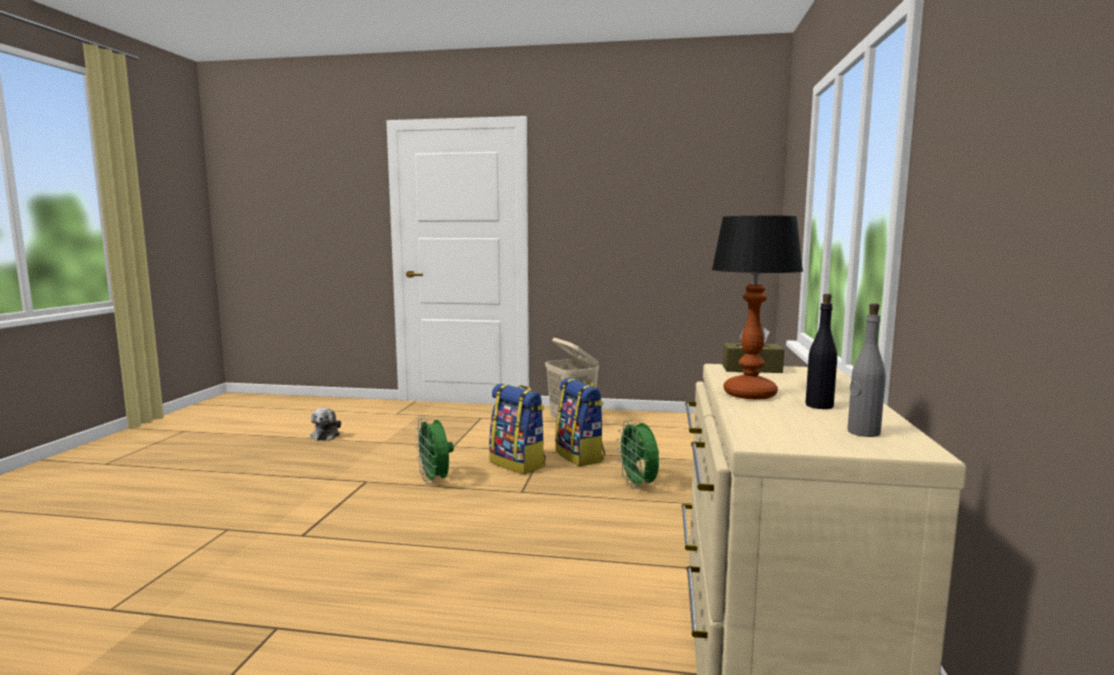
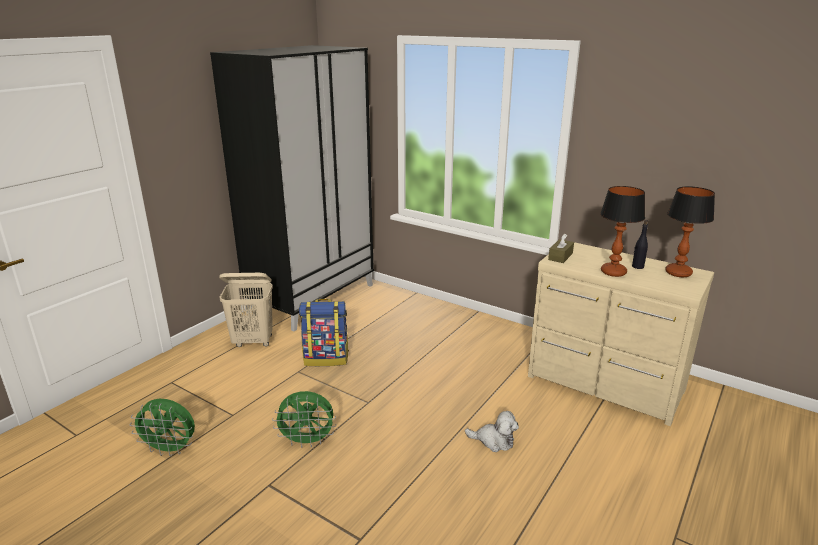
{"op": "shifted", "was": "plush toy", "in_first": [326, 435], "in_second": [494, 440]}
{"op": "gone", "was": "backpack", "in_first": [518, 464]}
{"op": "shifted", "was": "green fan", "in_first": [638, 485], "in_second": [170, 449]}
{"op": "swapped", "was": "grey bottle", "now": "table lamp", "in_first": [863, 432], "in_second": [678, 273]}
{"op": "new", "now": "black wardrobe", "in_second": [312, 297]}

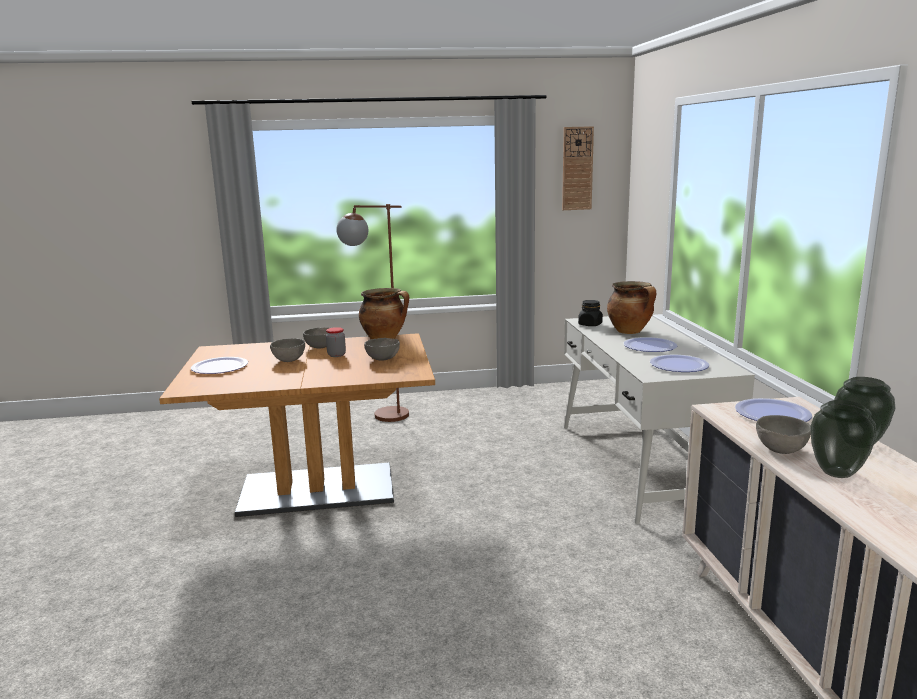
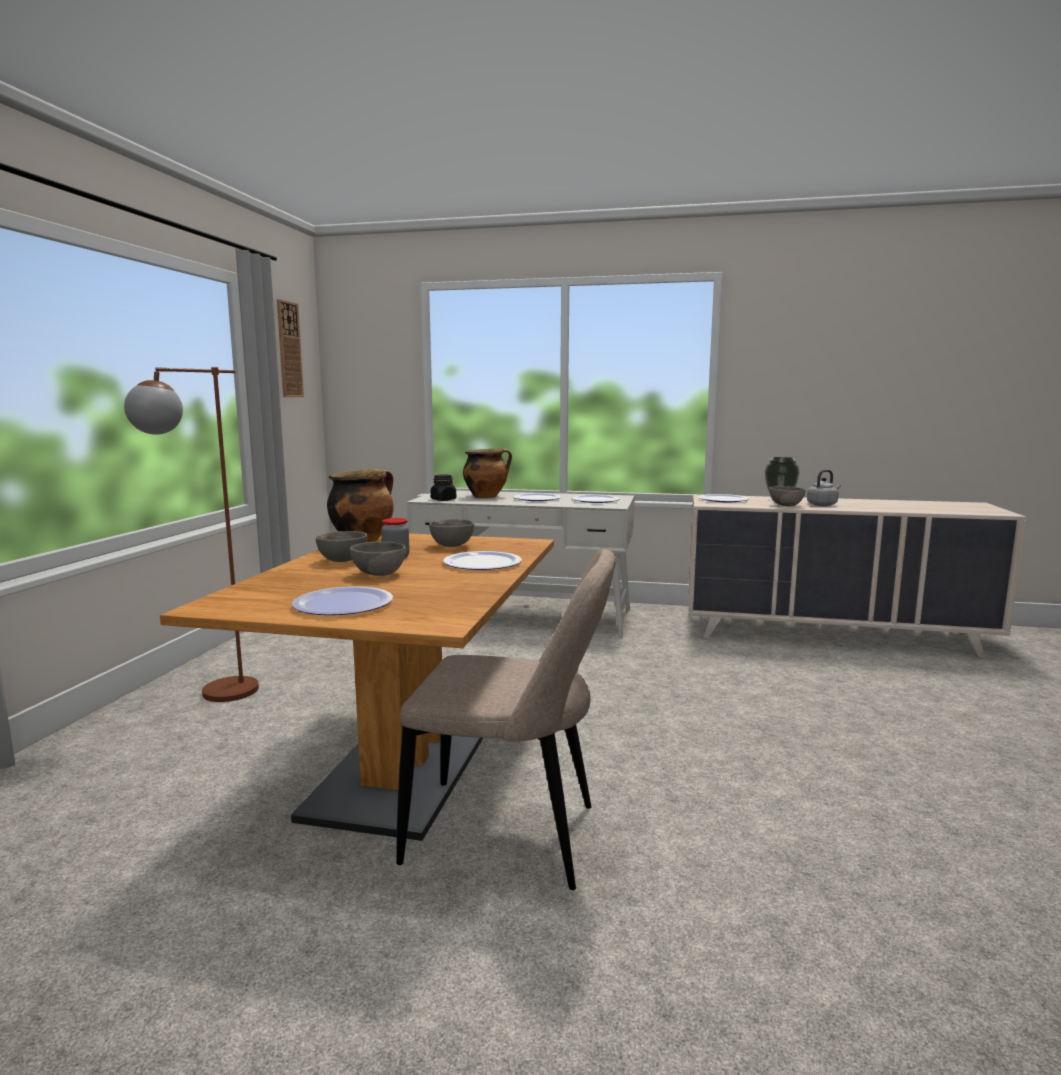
{"op": "swapped", "was": "vase", "now": "grey kettle", "in_first": [838, 473], "in_second": [823, 505]}
{"op": "new", "now": "beige chair", "in_second": [511, 836]}
{"op": "new", "now": "plate", "in_second": [482, 563]}

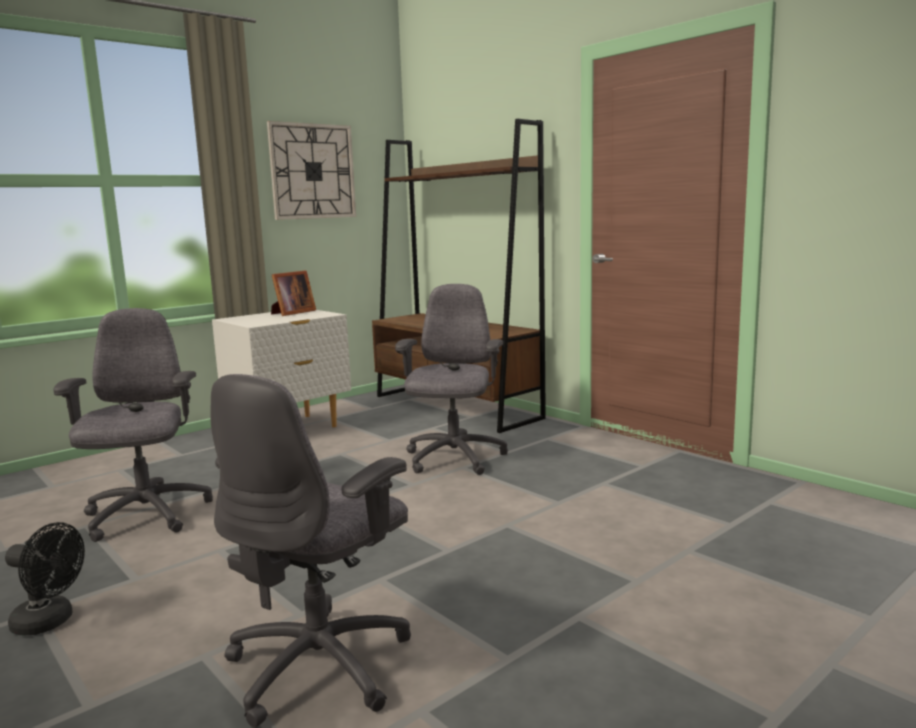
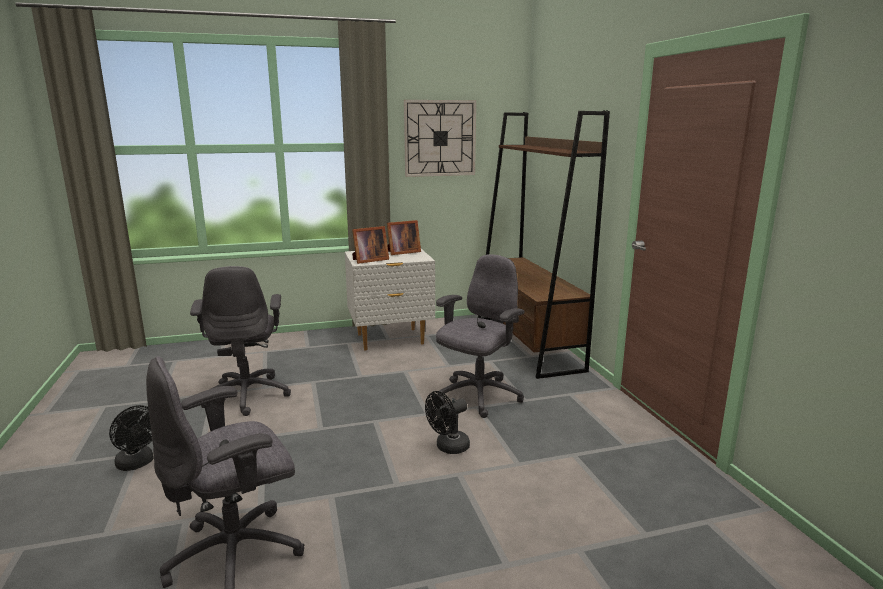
{"op": "rotated", "was": "grey office chair", "in_first": [146, 516], "in_second": [247, 395], "clockwise": 150}
{"op": "new", "now": "picture frame", "in_second": [369, 260]}
{"op": "new", "now": "black fan", "in_second": [448, 447]}

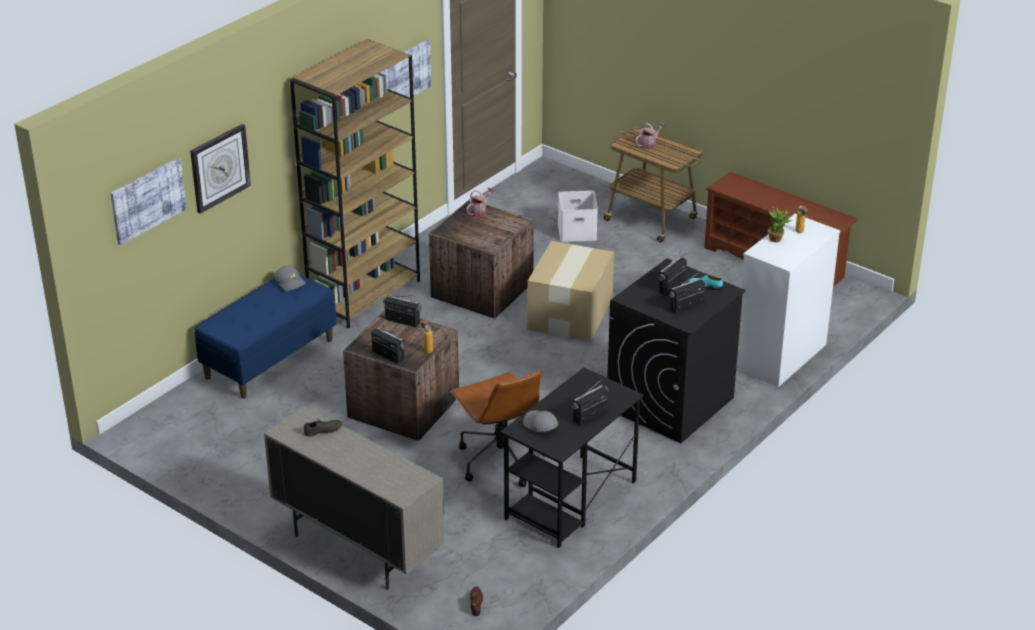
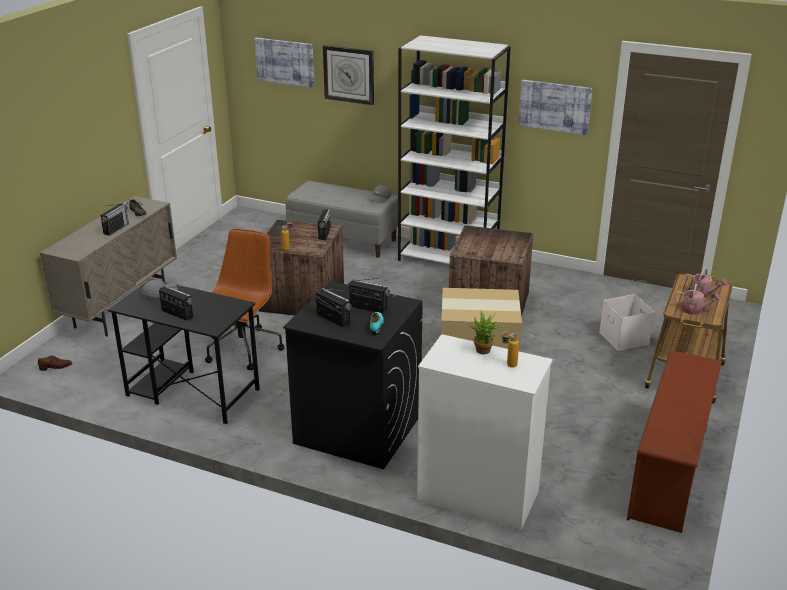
{"op": "repainted", "was": "blue bench", "now": "grey bench", "in_first": [269, 358], "in_second": [344, 240]}
{"op": "repainted", "was": "brown bookcase", "now": "white bookcase", "in_first": [364, 294], "in_second": [448, 259]}
{"op": "shifted", "was": "radio", "in_first": [388, 356], "in_second": [116, 229]}
{"op": "rotated", "was": "brown office chair", "in_first": [499, 460], "in_second": [242, 350], "clockwise": 150}
{"op": "shifted", "was": "watering can", "in_first": [479, 211], "in_second": [694, 310]}

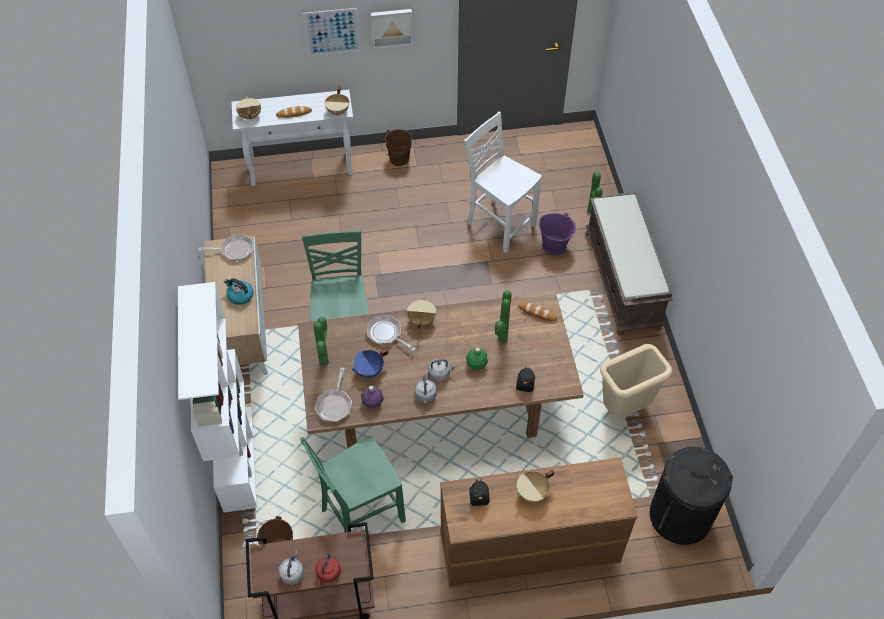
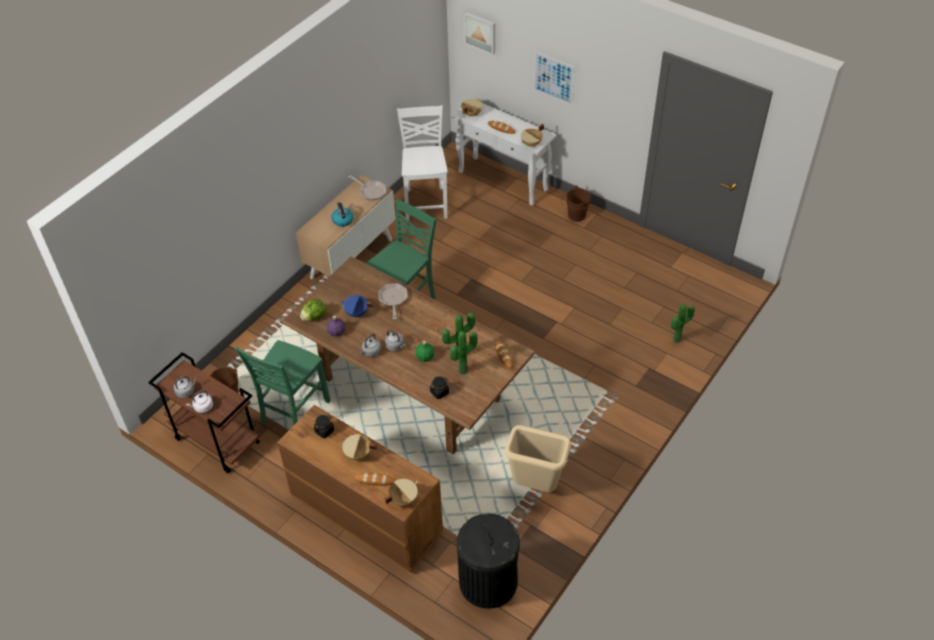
{"op": "gone", "was": "white bookcase", "in_first": [237, 457]}
{"op": "rotated", "was": "green chair", "in_first": [360, 514], "in_second": [293, 413], "clockwise": -75}
{"op": "shifted", "was": "potted plant", "in_first": [326, 362], "in_second": [464, 372]}
{"op": "swapped", "was": "frying pan", "now": "lettuce", "in_first": [334, 404], "in_second": [314, 317]}
{"op": "repainted", "was": "red kettle", "now": "white kettle", "in_first": [328, 574], "in_second": [202, 407]}
{"op": "shifted", "was": "picture", "in_first": [391, 27], "in_second": [480, 32]}
{"op": "shifted", "was": "beige cooking pot", "in_first": [421, 320], "in_second": [403, 499]}
{"op": "shifted", "was": "white chair", "in_first": [499, 224], "in_second": [426, 203]}
{"op": "gone", "was": "purple bucket", "in_first": [554, 245]}
{"op": "gone", "was": "brown bench", "in_first": [623, 280]}
{"op": "new", "now": "bread", "in_second": [375, 480]}

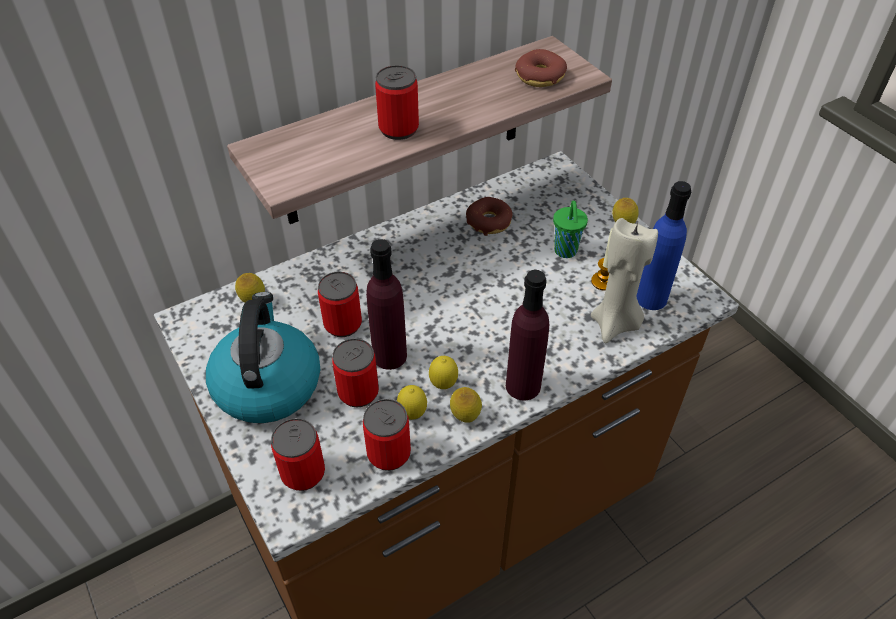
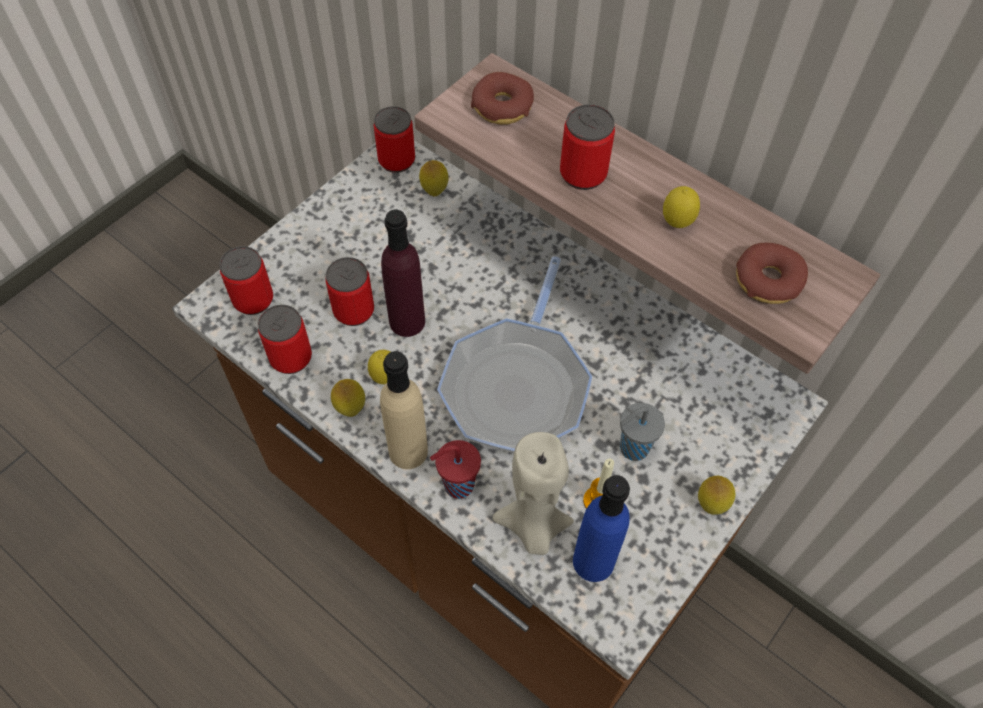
{"op": "gone", "was": "kettle", "in_first": [267, 384]}
{"op": "shifted", "was": "can", "in_first": [343, 324], "in_second": [396, 160]}
{"op": "shifted", "was": "lemon", "in_first": [412, 415], "in_second": [676, 224]}
{"op": "shifted", "was": "donut", "in_first": [489, 222], "in_second": [502, 106]}
{"op": "repainted", "was": "purple bottle", "now": "beige bottle", "in_first": [523, 386], "in_second": [408, 451]}
{"op": "repainted", "was": "green cup", "now": "grey cup", "in_first": [565, 252], "in_second": [632, 449]}
{"op": "new", "now": "red cup", "in_second": [456, 485]}
{"op": "new", "now": "frying pan", "in_second": [517, 385]}

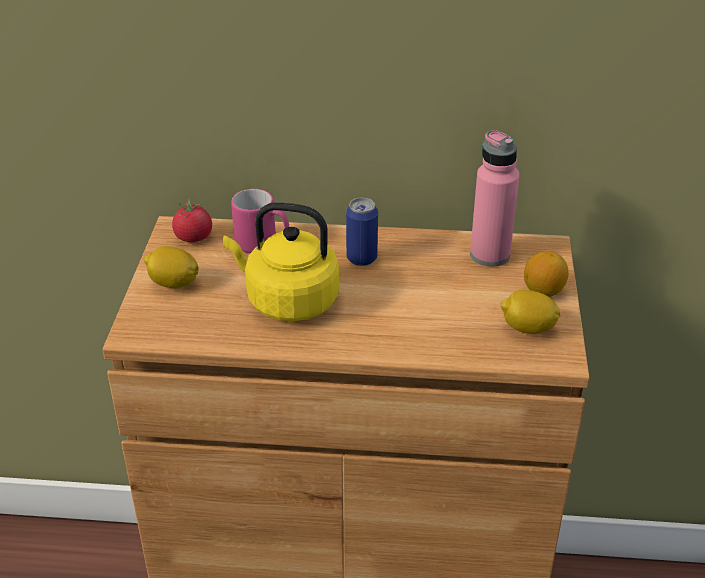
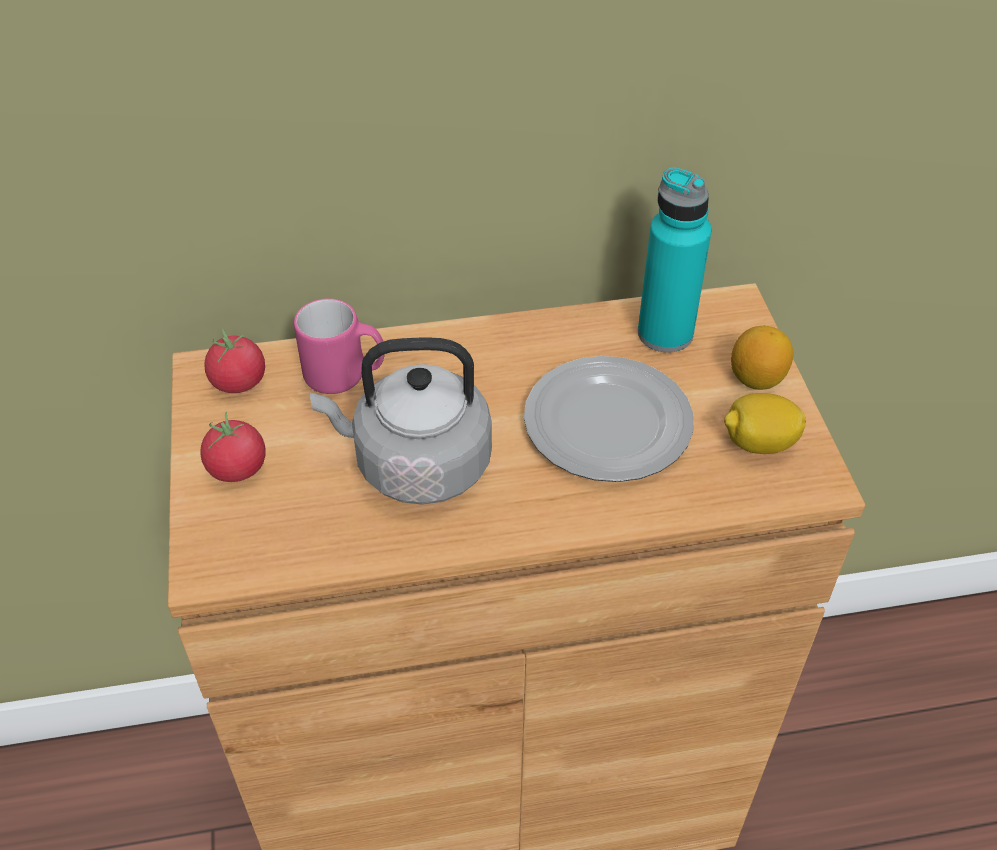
{"op": "swapped", "was": "lemon", "now": "tomato", "in_first": [173, 284], "in_second": [237, 468]}
{"op": "repainted", "was": "yellow kettle", "now": "grey kettle", "in_first": [287, 301], "in_second": [415, 465]}
{"op": "gone", "was": "can", "in_first": [361, 258]}
{"op": "repainted", "was": "pink bottle", "now": "turquoise bottle", "in_first": [489, 255], "in_second": [665, 333]}
{"op": "new", "now": "plate", "in_second": [606, 424]}

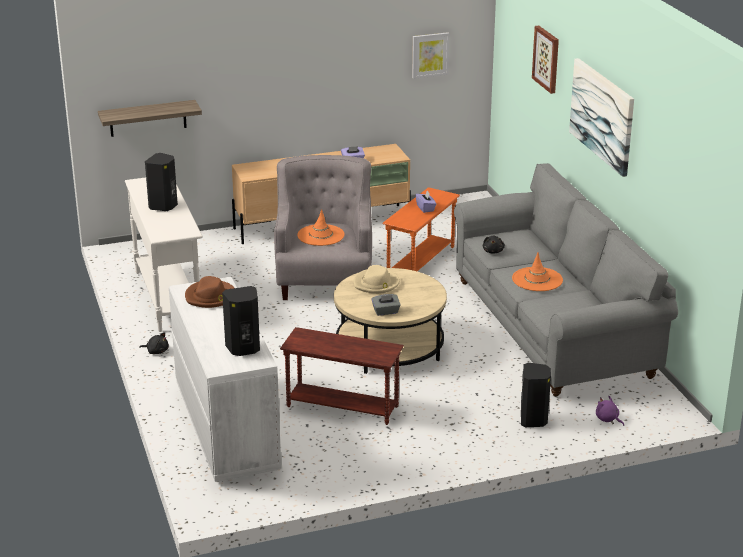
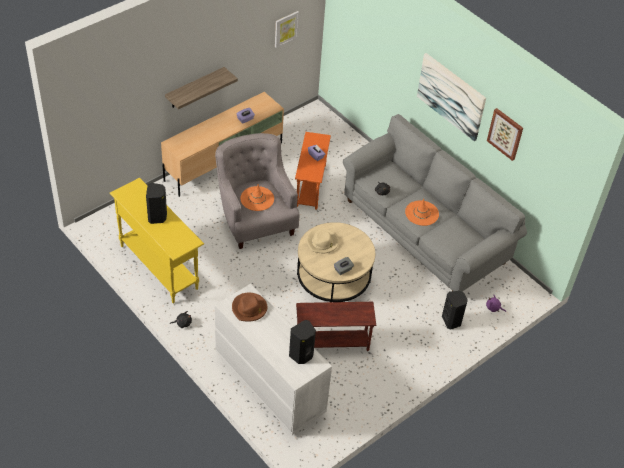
{"op": "shifted", "was": "shelf", "in_first": [147, 118], "in_second": [195, 88]}
{"op": "repainted", "was": "white console table", "now": "yellow console table", "in_first": [168, 297], "in_second": [159, 266]}
{"op": "shifted", "was": "picture", "in_first": [547, 59], "in_second": [505, 133]}

